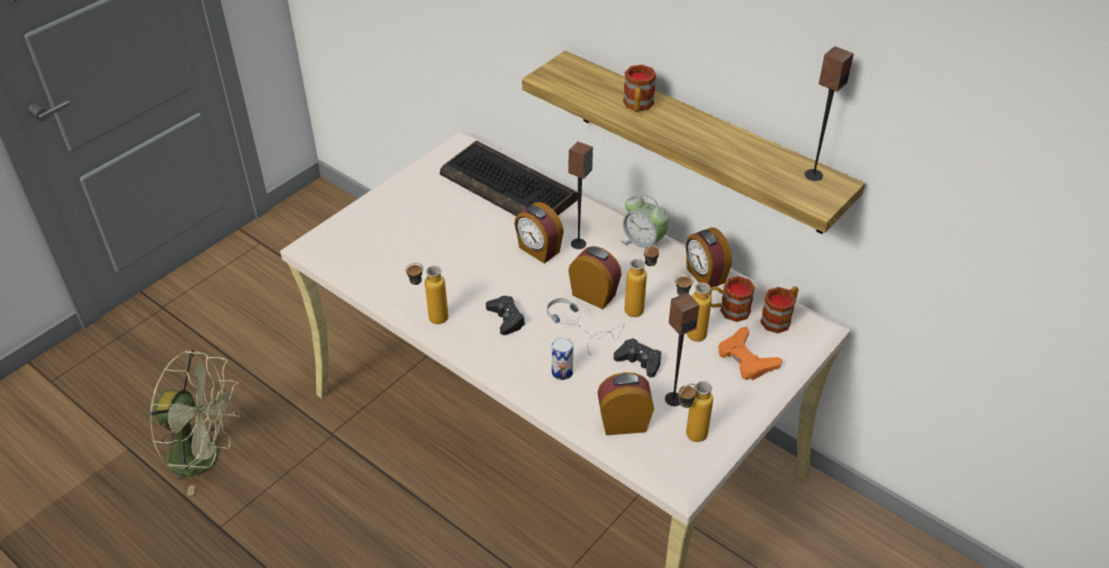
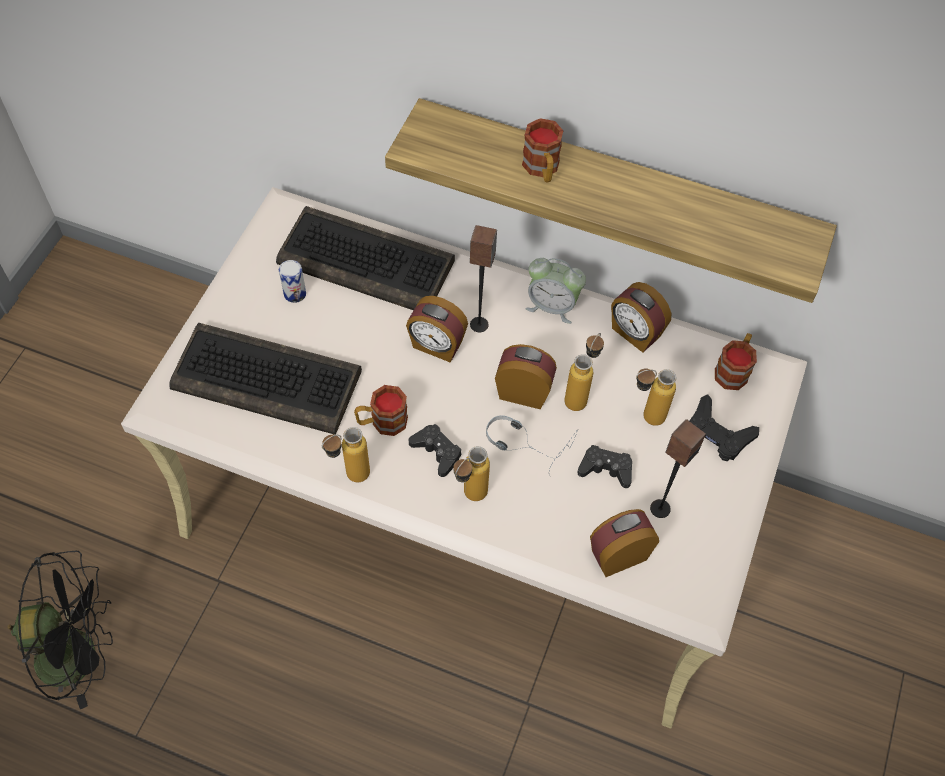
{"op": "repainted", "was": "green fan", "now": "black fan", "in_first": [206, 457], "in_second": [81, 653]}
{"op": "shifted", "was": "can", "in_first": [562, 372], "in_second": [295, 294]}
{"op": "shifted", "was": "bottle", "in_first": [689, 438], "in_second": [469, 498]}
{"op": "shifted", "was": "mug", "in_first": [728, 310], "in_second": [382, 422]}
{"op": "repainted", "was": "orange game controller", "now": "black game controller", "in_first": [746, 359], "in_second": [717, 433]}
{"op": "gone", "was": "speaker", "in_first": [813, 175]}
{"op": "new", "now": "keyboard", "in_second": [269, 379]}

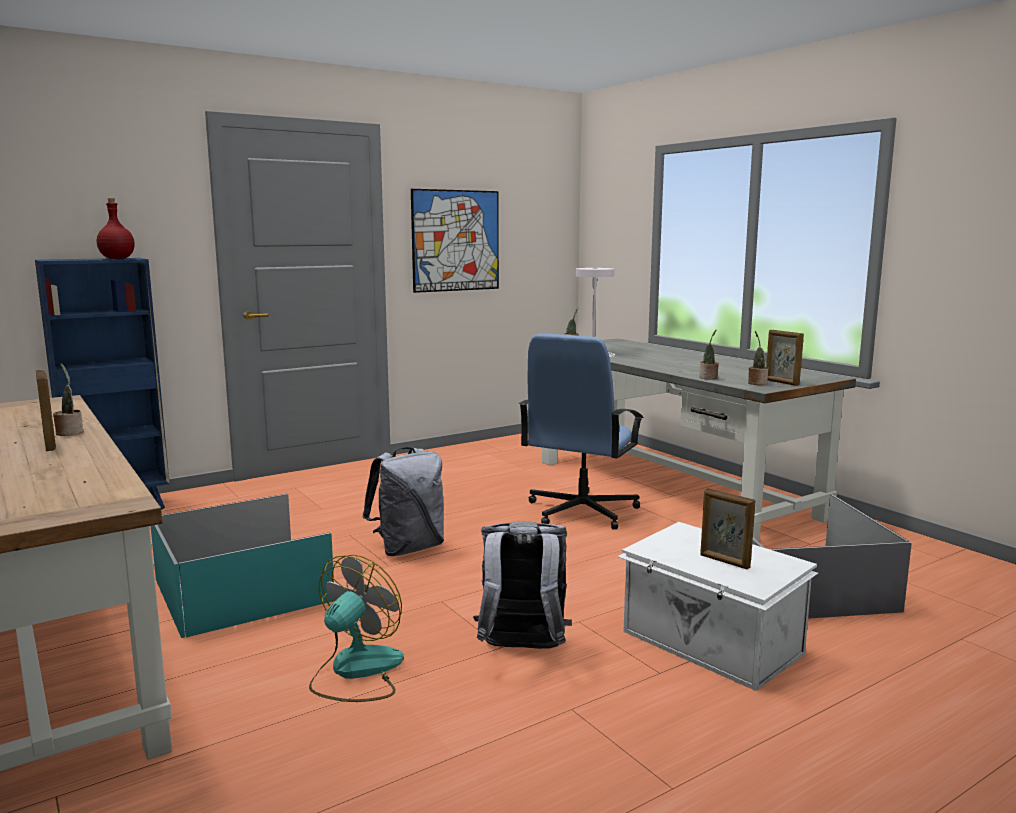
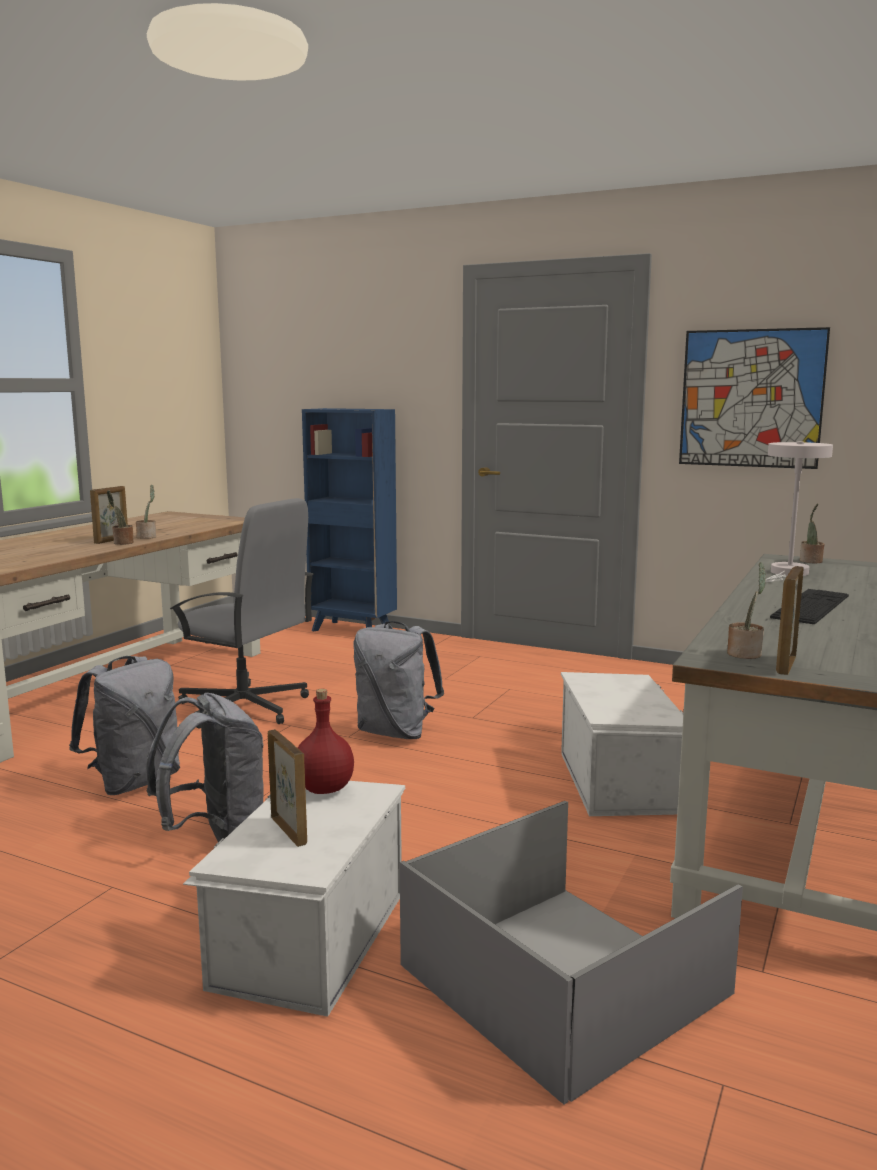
{"op": "shifted", "was": "red bottle", "in_first": [116, 258], "in_second": [323, 789]}
{"op": "swapped", "was": "turquoise storage box", "now": "grey office chair", "in_first": [244, 591], "in_second": [244, 707]}
{"op": "swapped", "was": "fan", "now": "grey backpack", "in_first": [356, 672], "in_second": [134, 782]}
{"op": "swapped", "was": "blue office chair", "now": "white storage box", "in_first": [580, 511], "in_second": [620, 781]}
{"op": "shifted", "was": "potted plant", "in_first": [708, 378], "in_second": [122, 543]}
{"op": "rotated", "was": "picture frame", "in_first": [724, 561], "in_second": [289, 830], "clockwise": 135}
{"op": "new", "now": "keyboard", "in_second": [811, 606]}

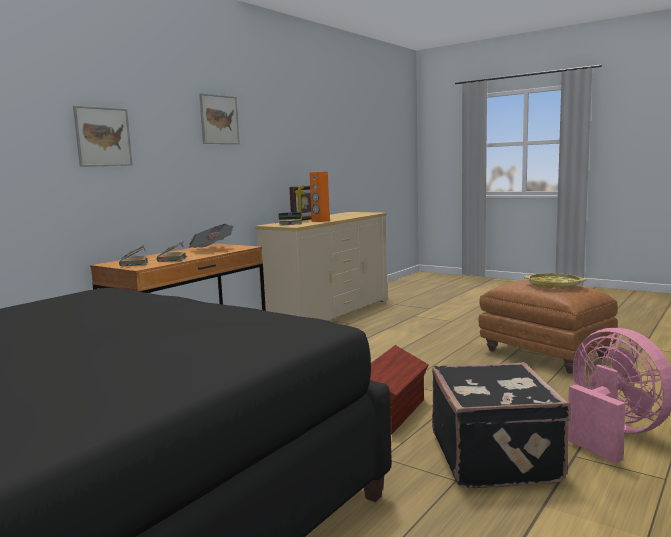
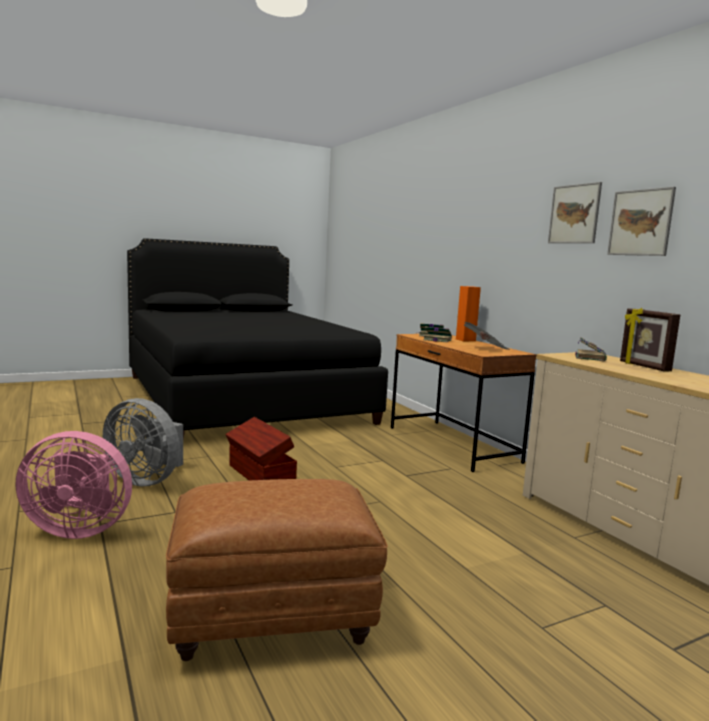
{"op": "shifted", "was": "picture", "in_first": [103, 137], "in_second": [640, 222]}
{"op": "shifted", "was": "orange speaker", "in_first": [320, 221], "in_second": [465, 340]}
{"op": "swapped", "was": "black suitcase", "now": "grey fan", "in_first": [496, 457], "in_second": [147, 480]}
{"op": "gone", "was": "yellow tray", "in_first": [554, 285]}

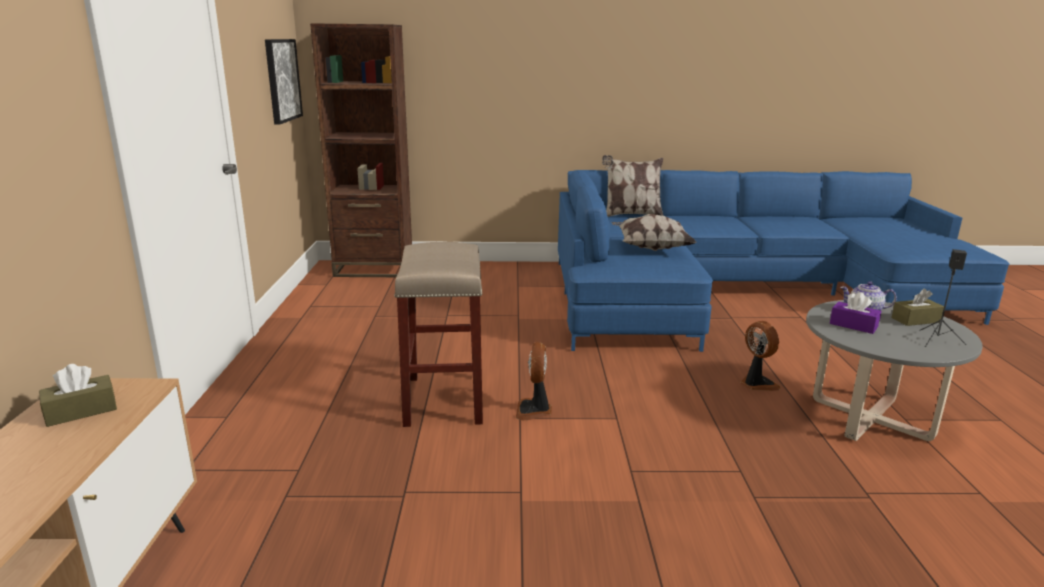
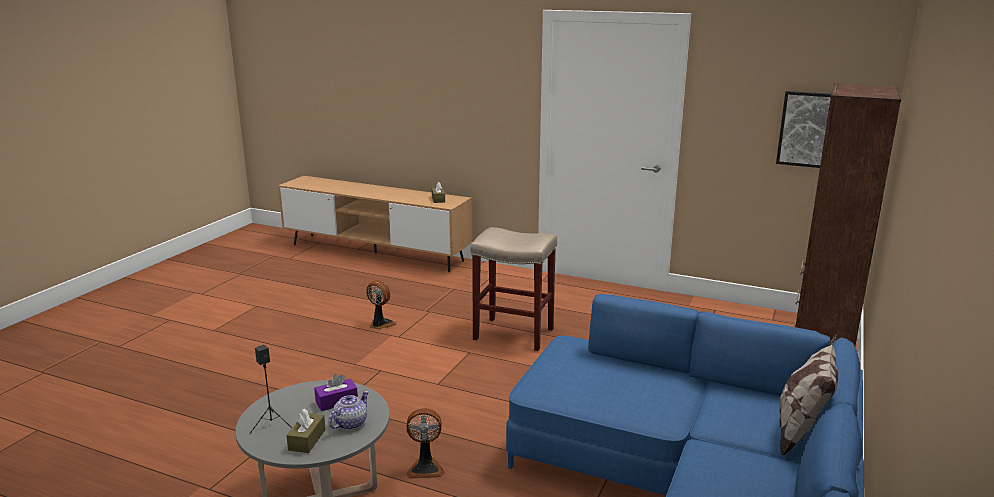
{"op": "shifted", "was": "fan", "in_first": [534, 410], "in_second": [380, 324]}
{"op": "gone", "was": "pillow", "in_first": [650, 248]}

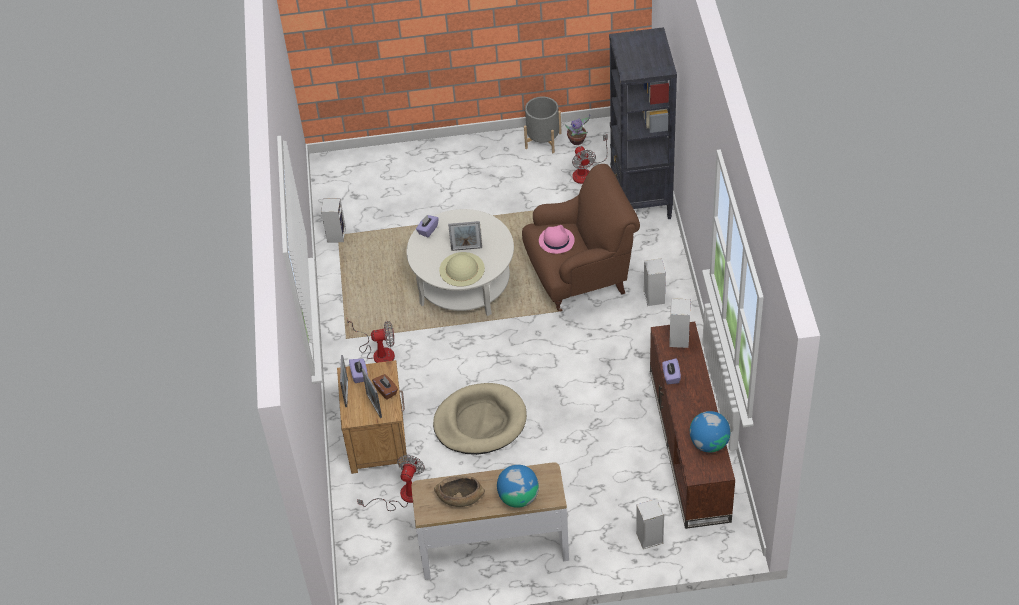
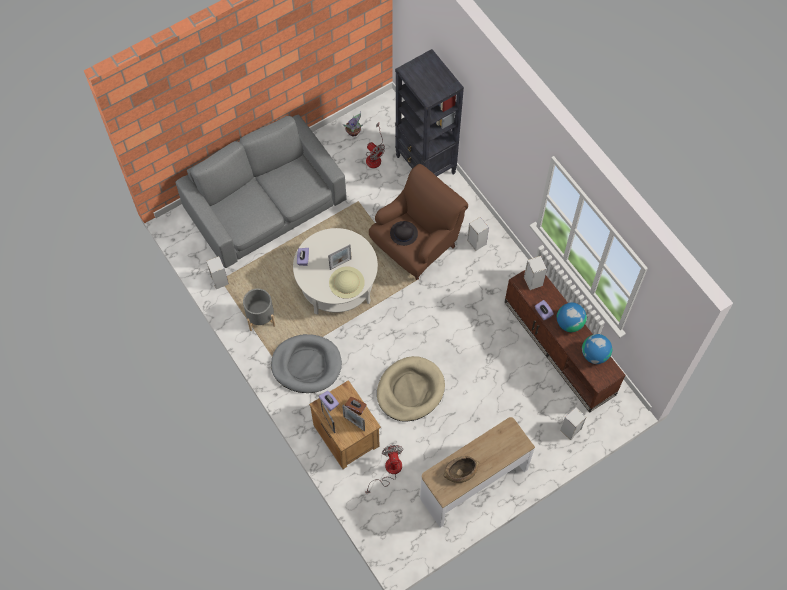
{"op": "swapped", "was": "fan", "now": "grey dog bed", "in_first": [378, 352], "in_second": [306, 365]}
{"op": "shifted", "was": "globe", "in_first": [518, 497], "in_second": [569, 323]}
{"op": "shifted", "was": "grey planter", "in_first": [543, 140], "in_second": [260, 317]}
{"op": "repainted", "was": "pink hat", "now": "black hat", "in_first": [556, 241], "in_second": [403, 233]}
{"op": "new", "now": "grey sofa", "in_second": [265, 204]}

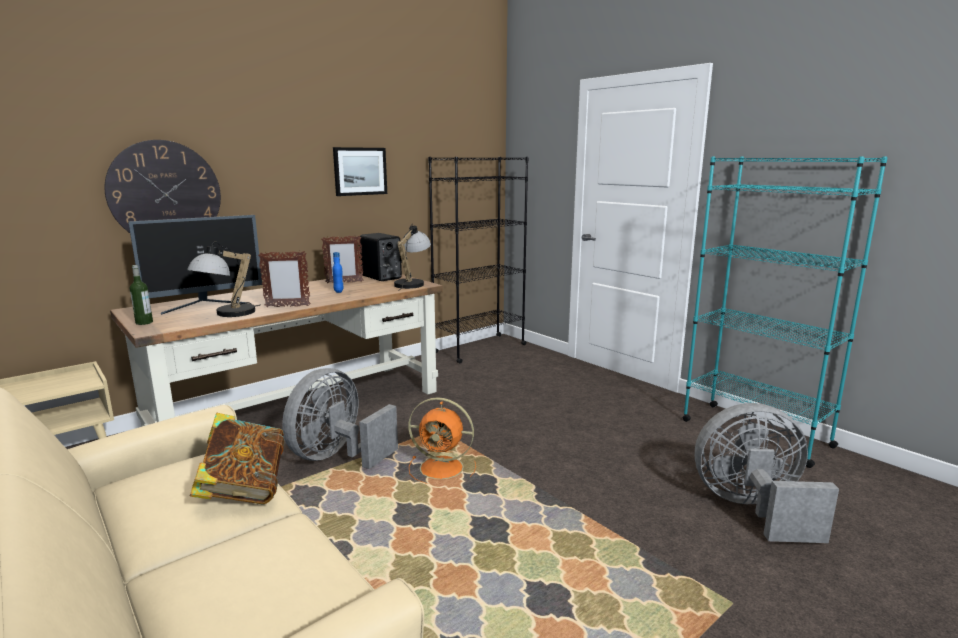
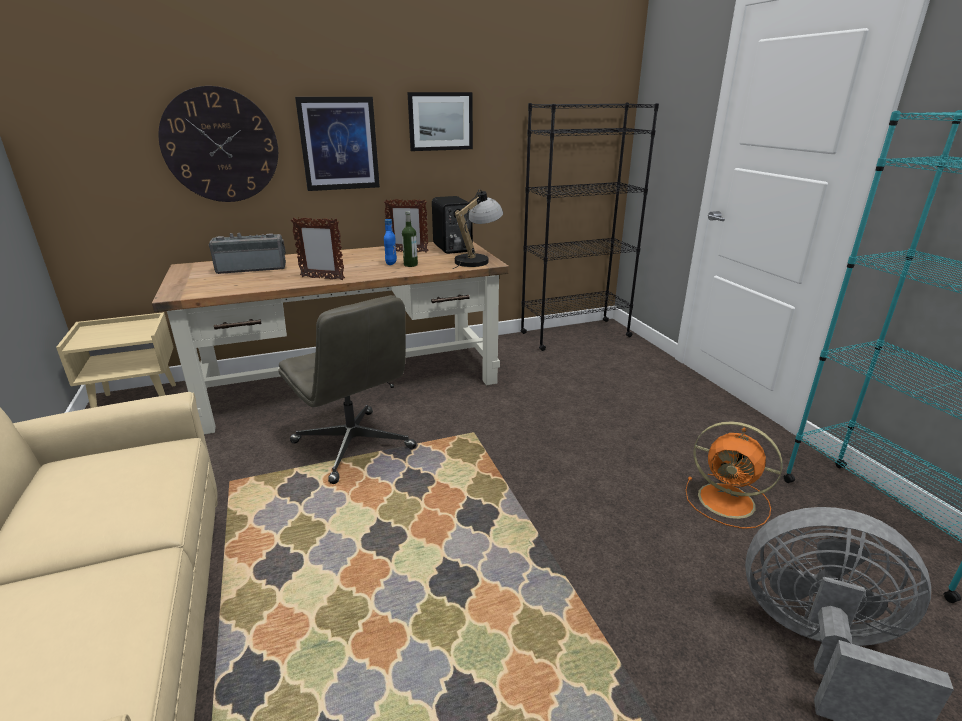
{"op": "swapped", "was": "monitor", "now": "radio", "in_first": [206, 305], "in_second": [252, 268]}
{"op": "shifted", "was": "bottle", "in_first": [144, 322], "in_second": [410, 265]}
{"op": "gone", "was": "table lamp", "in_first": [227, 315]}
{"op": "gone", "was": "book", "in_first": [244, 490]}
{"op": "swapped", "was": "grey fan", "now": "grey office chair", "in_first": [337, 456], "in_second": [354, 446]}
{"op": "shifted", "was": "orange fan", "in_first": [443, 468], "in_second": [729, 501]}
{"op": "new", "now": "picture", "in_second": [339, 144]}

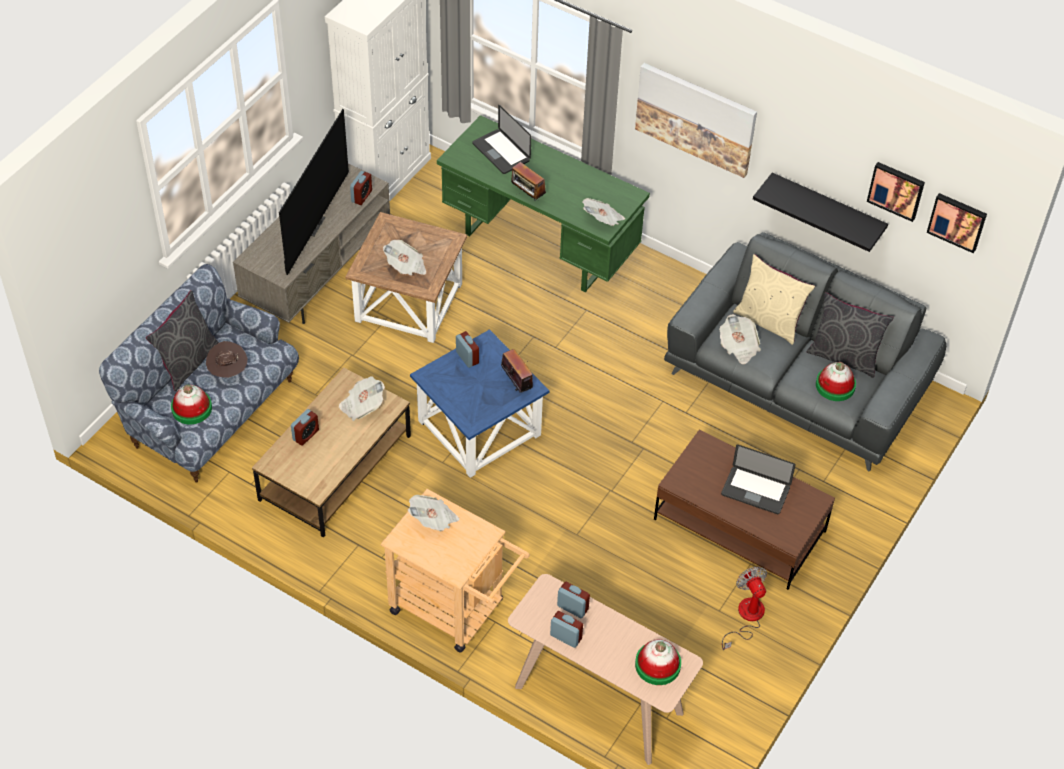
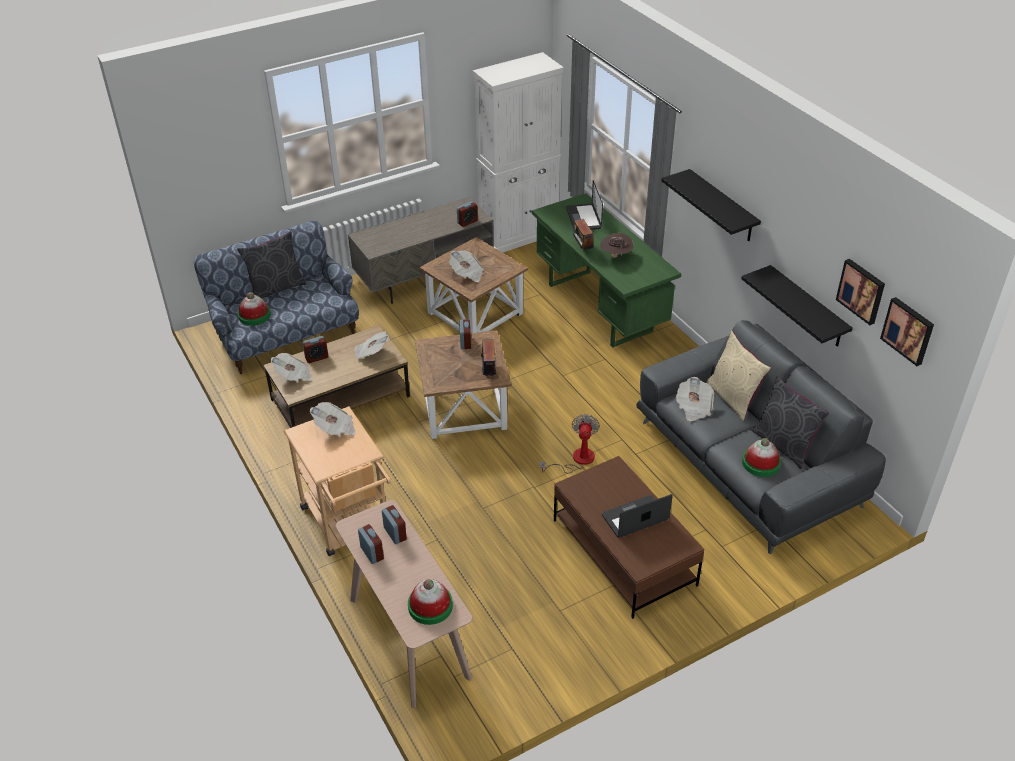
{"op": "shifted", "was": "brown hat", "in_first": [228, 371], "in_second": [615, 256]}
{"op": "gone", "was": "television", "in_first": [311, 224]}
{"op": "repainted", "was": "blue side table", "now": "brown side table", "in_first": [477, 428], "in_second": [463, 408]}
{"op": "shifted", "was": "newspaper", "in_first": [603, 220], "in_second": [293, 376]}
{"op": "swapped", "was": "picture", "now": "black shelf", "in_first": [696, 118], "in_second": [722, 206]}
{"op": "rotated", "was": "laptop", "in_first": [755, 491], "in_second": [635, 517], "clockwise": 105}
{"op": "shifted", "was": "fan", "in_first": [746, 617], "in_second": [576, 460]}

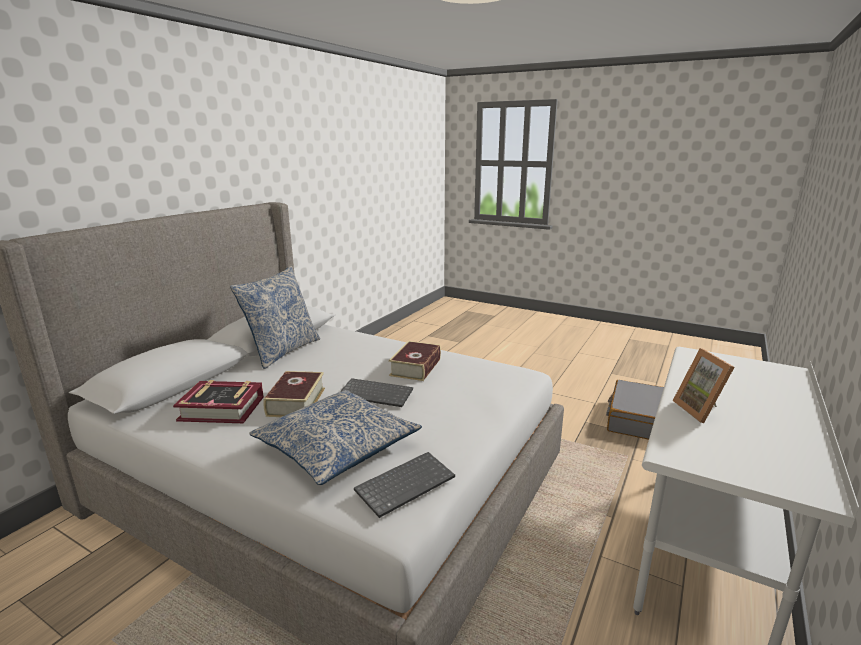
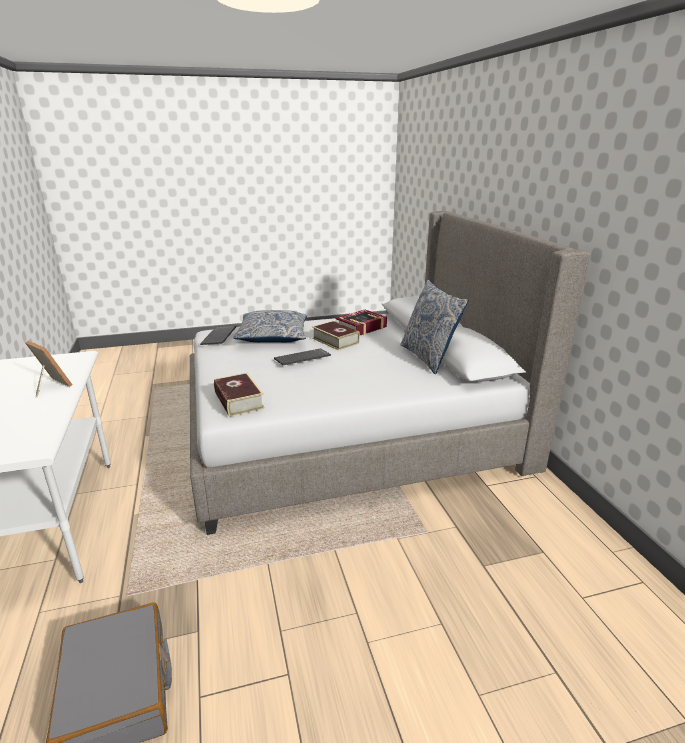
{"op": "shifted", "was": "book", "in_first": [416, 367], "in_second": [239, 401]}

